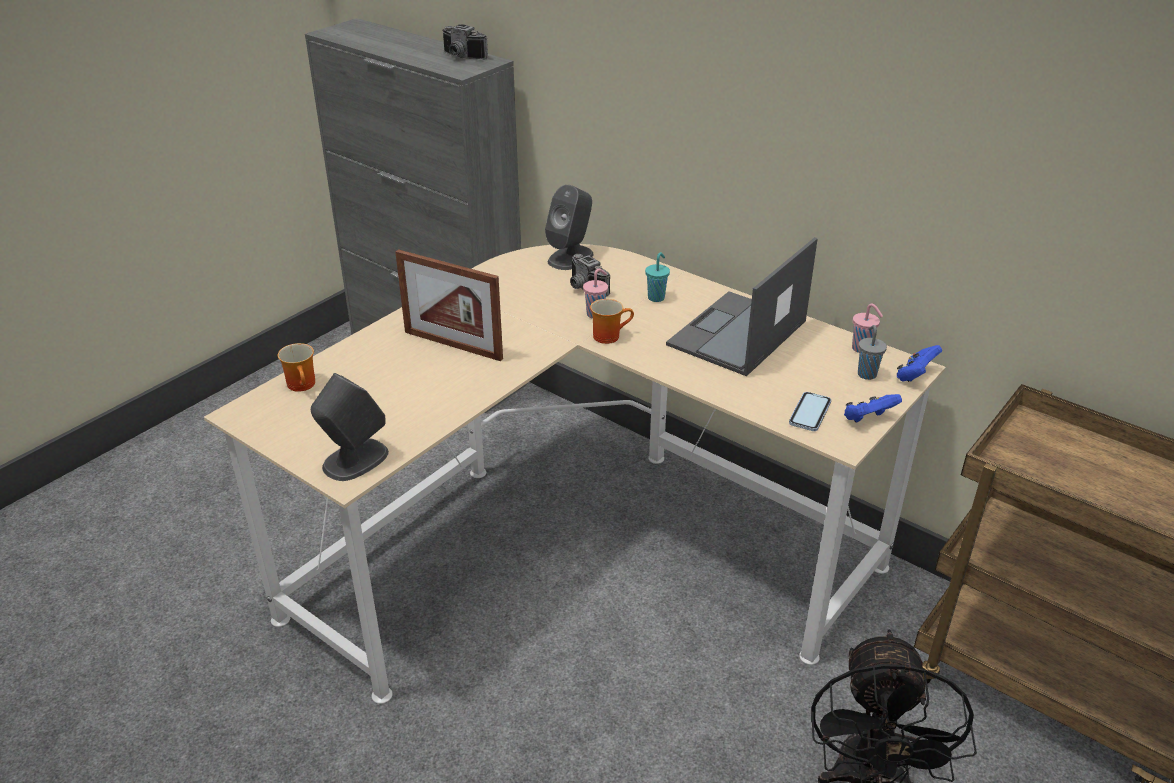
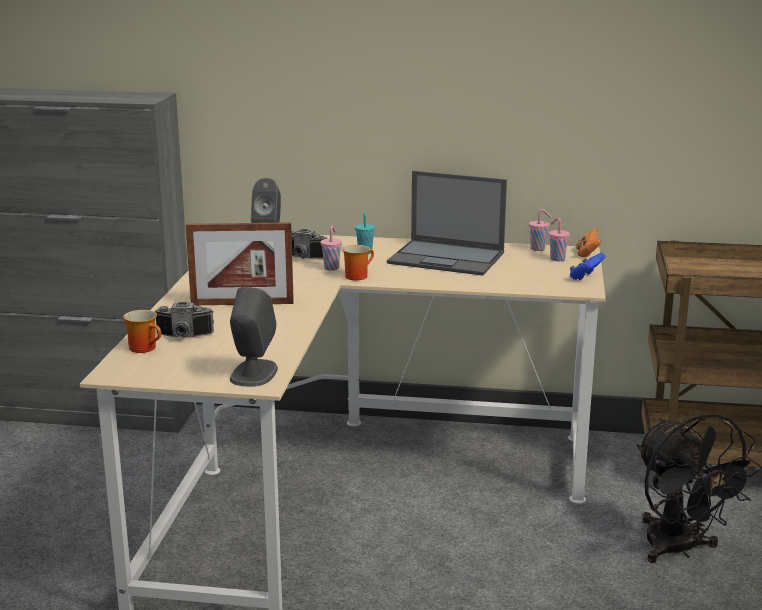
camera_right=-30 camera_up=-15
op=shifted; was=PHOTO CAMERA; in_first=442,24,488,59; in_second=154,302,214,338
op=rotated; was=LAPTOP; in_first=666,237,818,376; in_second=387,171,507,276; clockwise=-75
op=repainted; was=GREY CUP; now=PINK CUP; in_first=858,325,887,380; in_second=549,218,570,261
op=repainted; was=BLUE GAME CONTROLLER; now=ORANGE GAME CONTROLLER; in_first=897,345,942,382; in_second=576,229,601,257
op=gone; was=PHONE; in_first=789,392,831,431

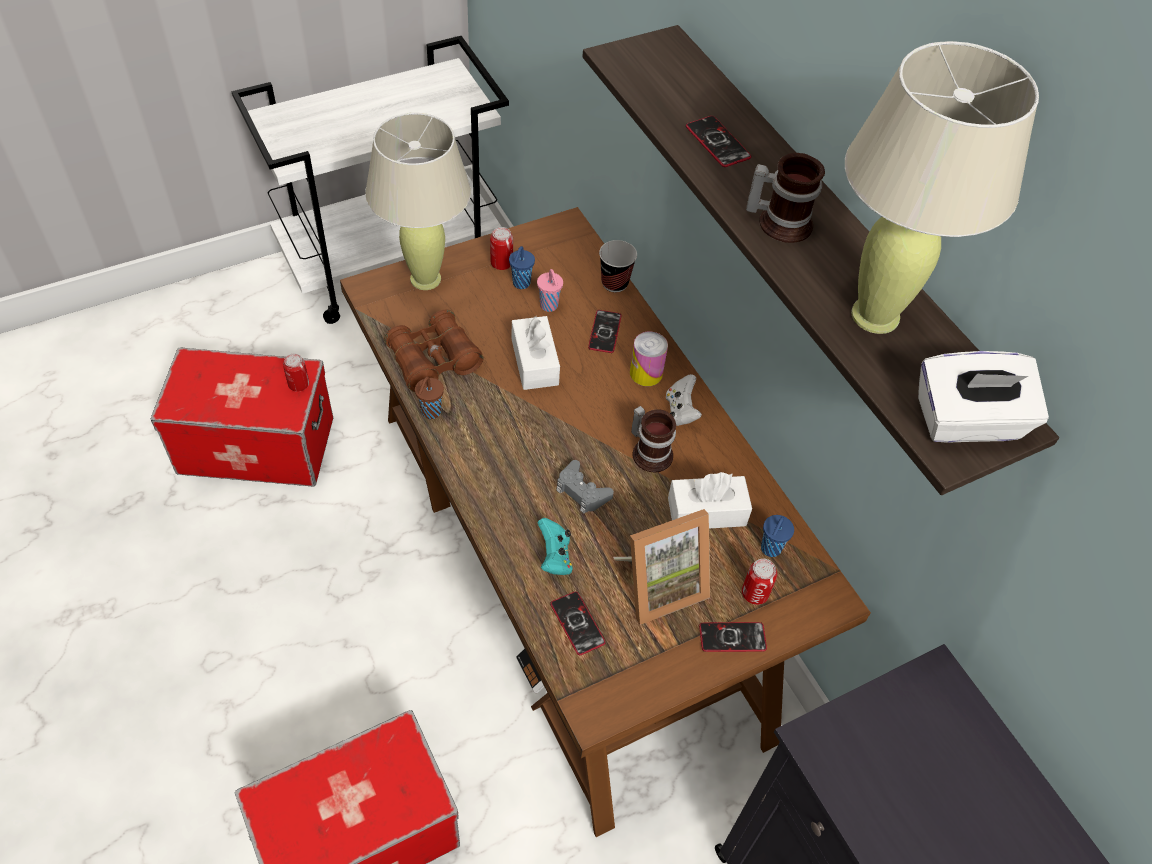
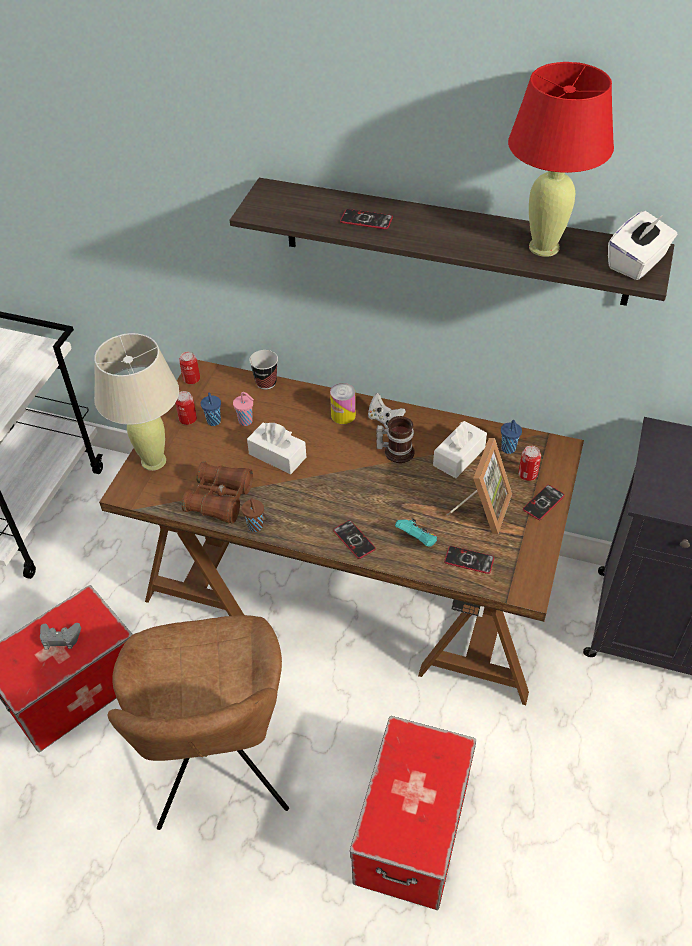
camera_right=-40 camera_up=-5
op=repainted; was=BEIGE TABLE LAMP; now=RED TABLE LAMP; in_first=845,41,1039,334; in_second=508,62,614,257
op=gone; was=MUG; in_first=746,153,825,243
op=shifted; was=PHONE; in_first=588,310,622,353; in_second=333,520,376,559
op=shifted; was=CAN; in_first=283,353,309,392; in_second=179,351,200,384
op=shifted; was=GREY GAME CONTROLLER; in_first=556,460,614,513; in_second=40,623,81,649
op=new; now=BROWN CHAIR; in_second=107,615,289,830

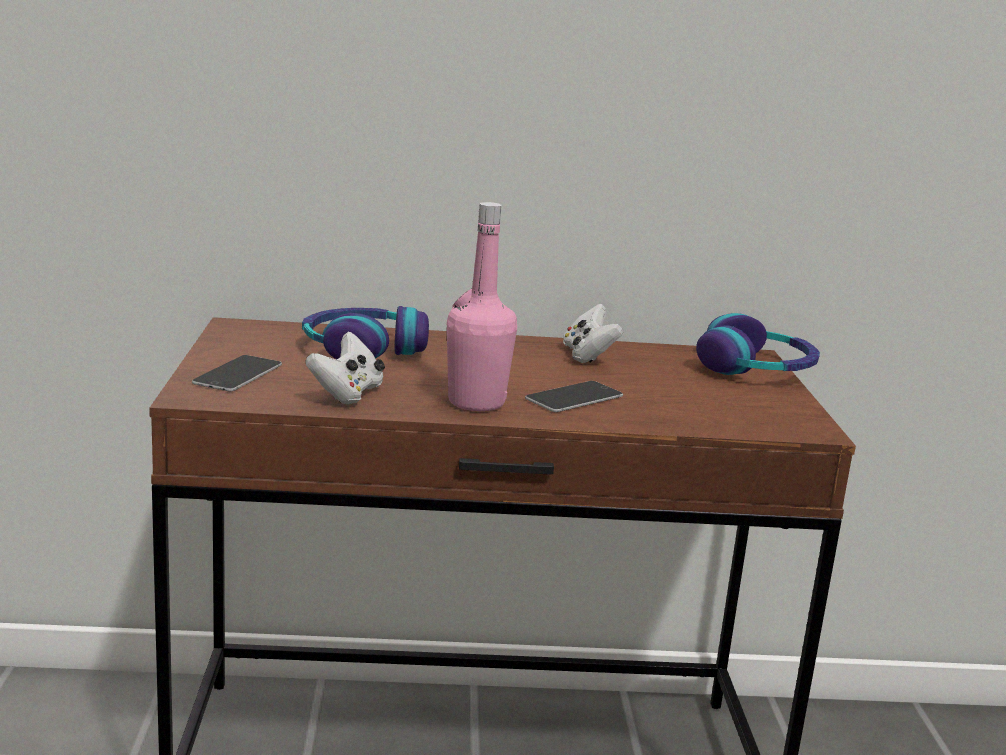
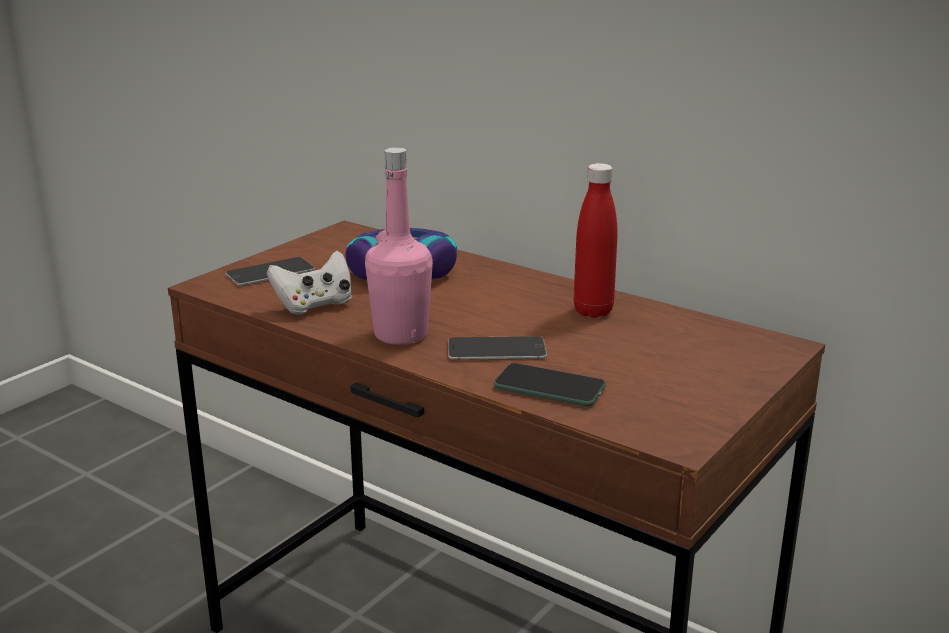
camera_right=40 camera_up=5
op=swapped; was=WHITE GAME CONTROLLER; now=RED BOTTLE; in_first=563,304,623,363; in_second=574,163,617,318
op=gone; was=HEADPHONES; in_first=696,313,820,375
op=new; now=PHONE; in_second=494,363,606,406

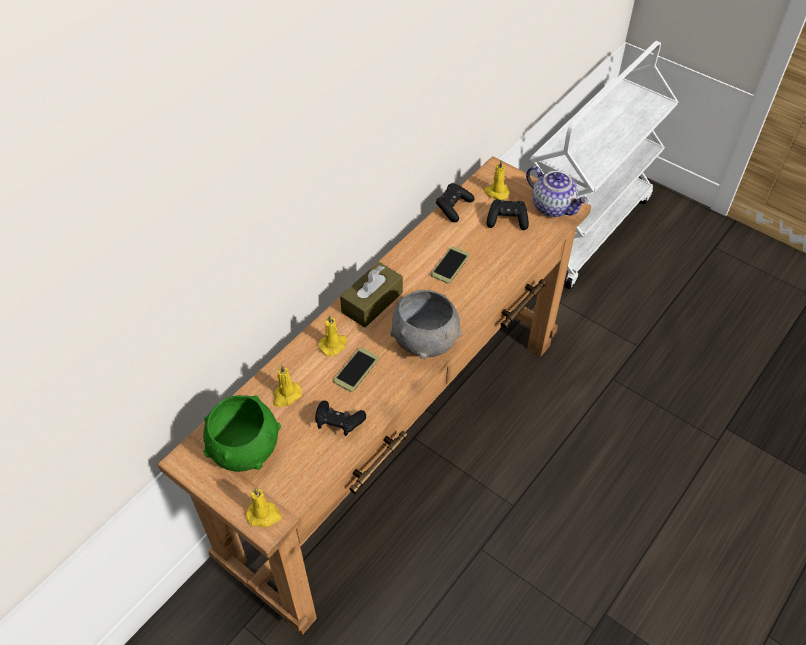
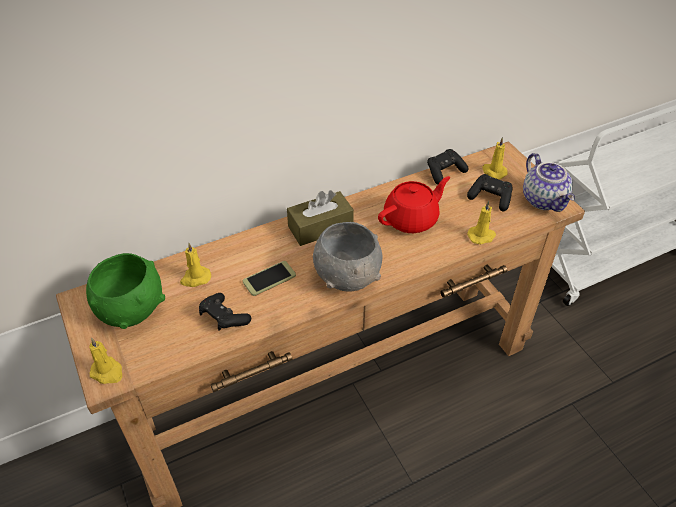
camera_right=25 camera_up=-5
op=swapped; was=PHONE; now=RED TEAPOT; in_first=431,246,470,284; in_second=378,176,450,233
op=shifted; was=YELLOW CANDLE; in_first=319,315,347,356; in_second=467,201,496,245

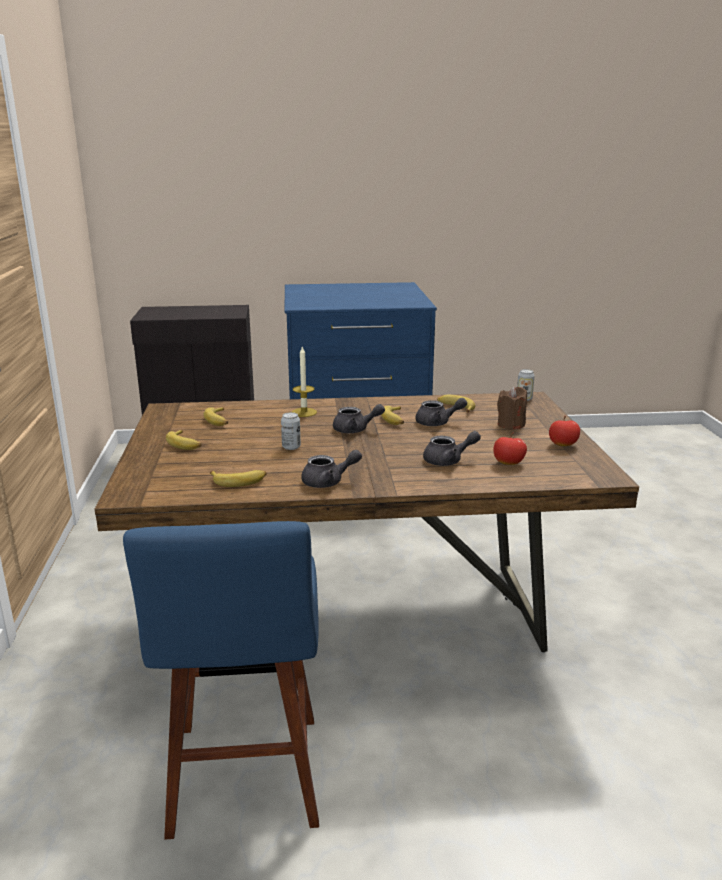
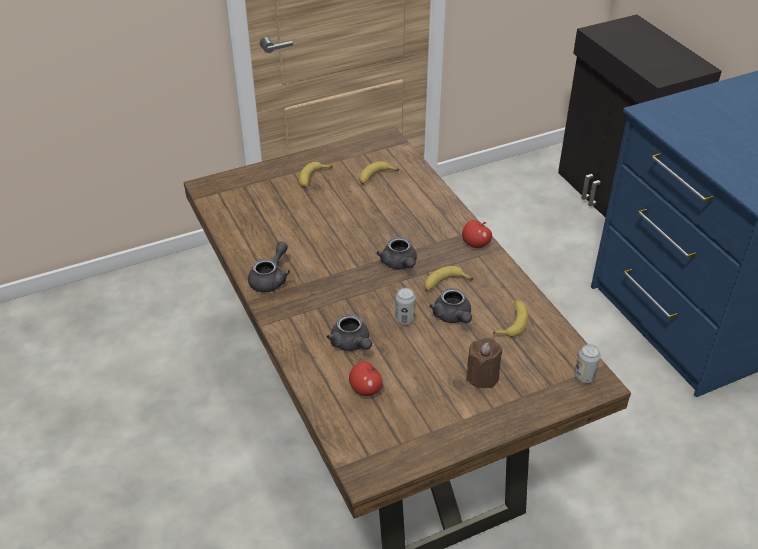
camera_right=70 camera_up=20
op=gone; was=CANDLE; in_first=292,347,317,417
op=shifted; was=CAN; in_first=281,412,301,450; in_second=395,288,416,325
op=shifted; was=APPLE; in_first=549,416,580,446; in_second=462,220,492,248
op=rotated; was=GREY TEAPOT; in_first=301,450,362,488; in_second=248,242,290,292; clockwise=-120
op=gone; was=BANANA; in_first=210,470,267,487
op=gone; was=BLUE STOOL; in_first=123,521,319,840

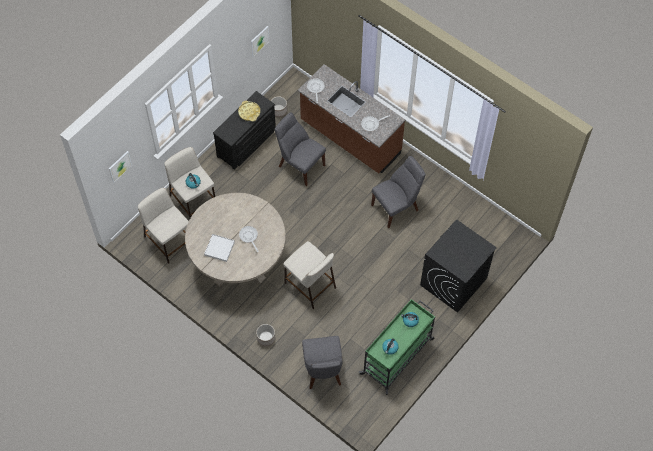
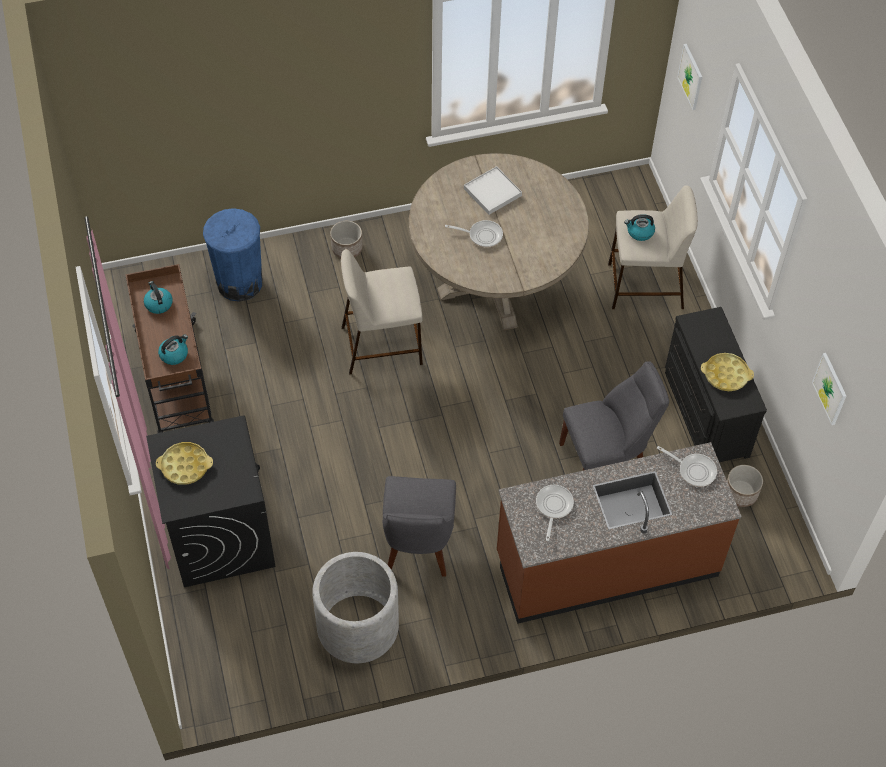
camera_right=125 camera_up=-5
op=gone; was=BEIGE STOOL; in_first=138,188,189,264
op=repainted; was=GREEN CART; now=BROWN CART; in_first=359,299,435,395; in_second=125,264,214,433
op=swapped; was=GREY CHAIR; now=BLUE TRASH CAN; in_first=302,336,342,389; in_second=203,208,263,302
op=new; now=YELLOW TRAY; in_second=156,442,213,485
op=new; now=GREY PLANTER; in_second=312,552,399,663

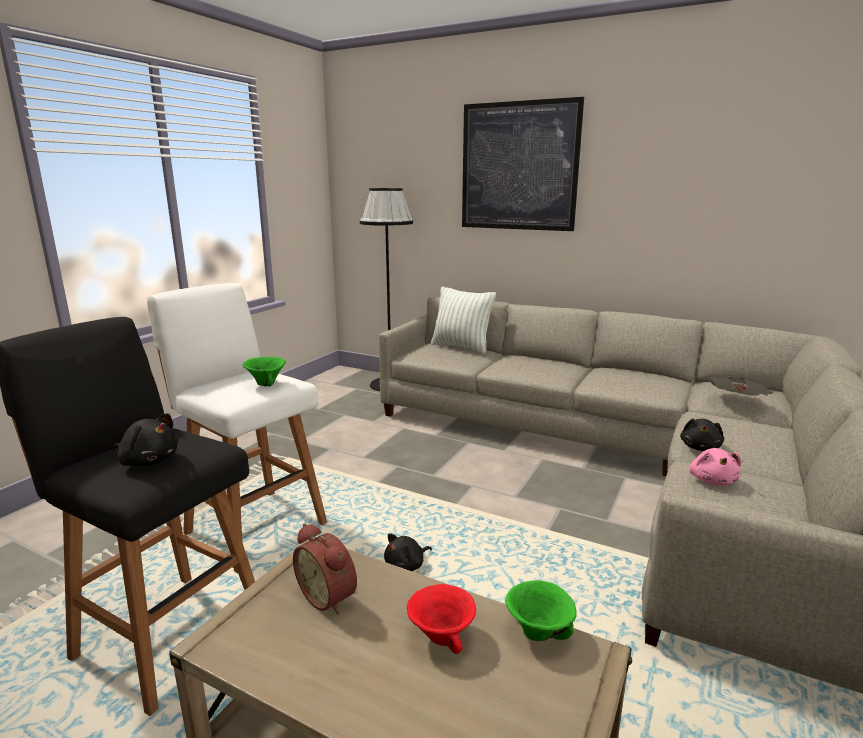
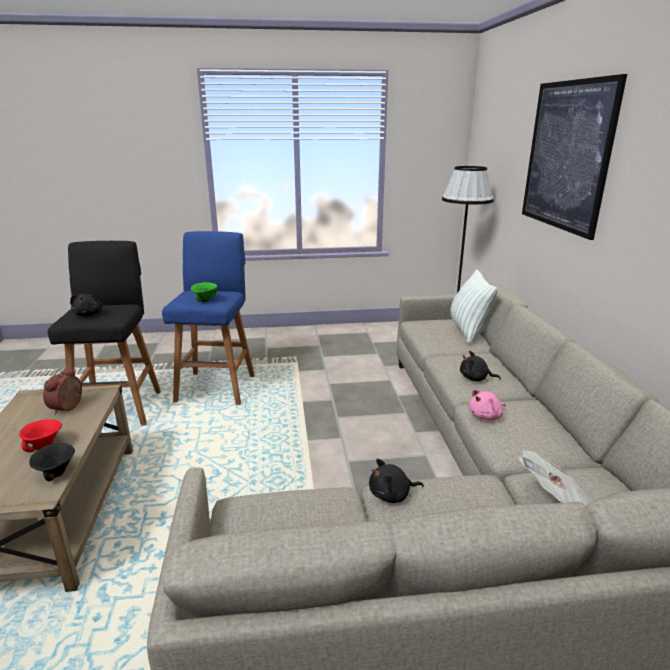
camera_right=55 camera_up=5
op=repainted; was=WHITE STOOL; now=BLUE STOOL; in_first=147,283,327,573; in_second=162,231,255,405
op=shifted; was=PINK PLUSH TOY; in_first=689,448,741,486; in_second=469,388,506,420
op=shifted; was=BLACK PLUSH TOY; in_first=384,534,432,571; in_second=460,351,501,382
op=repainted; was=GREEN BOWL; now=BLACK BOWL; in_first=505,580,577,641; in_second=29,443,75,481

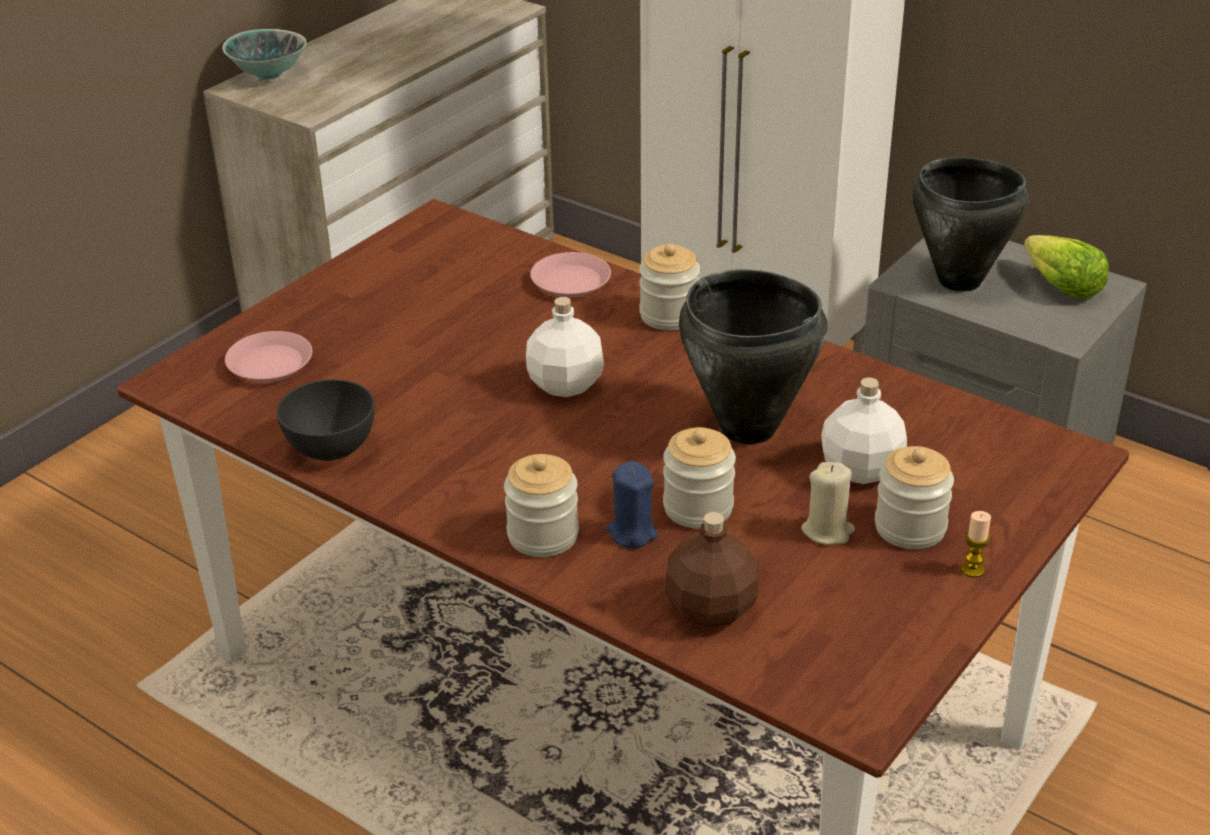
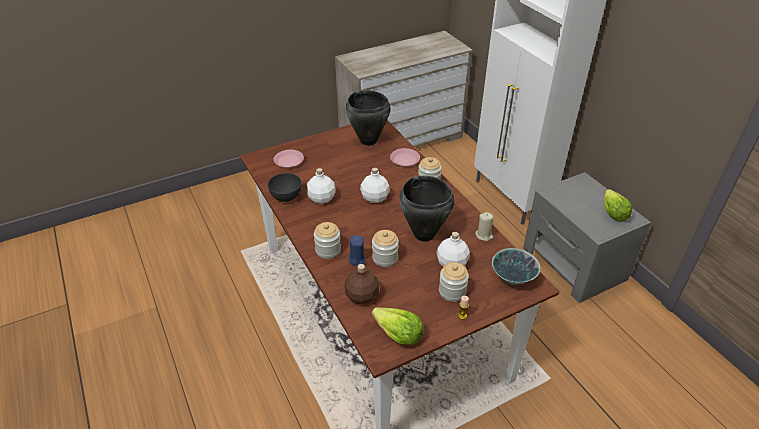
camera_right=25 camera_up=5
op=shifted; was=BOWL; in_first=222,29,307,82; in_second=492,248,540,285
op=shifted; was=BLACK COOKING POT; in_first=912,157,1029,292; in_second=346,90,391,146
op=shifted; was=BEIGE CANDLE; in_first=801,462,855,545; in_second=475,212,494,241
op=new; now=WHITE BOTTLE; in_second=307,168,335,204
op=new; now=LETTUCE; in_second=372,307,424,345

